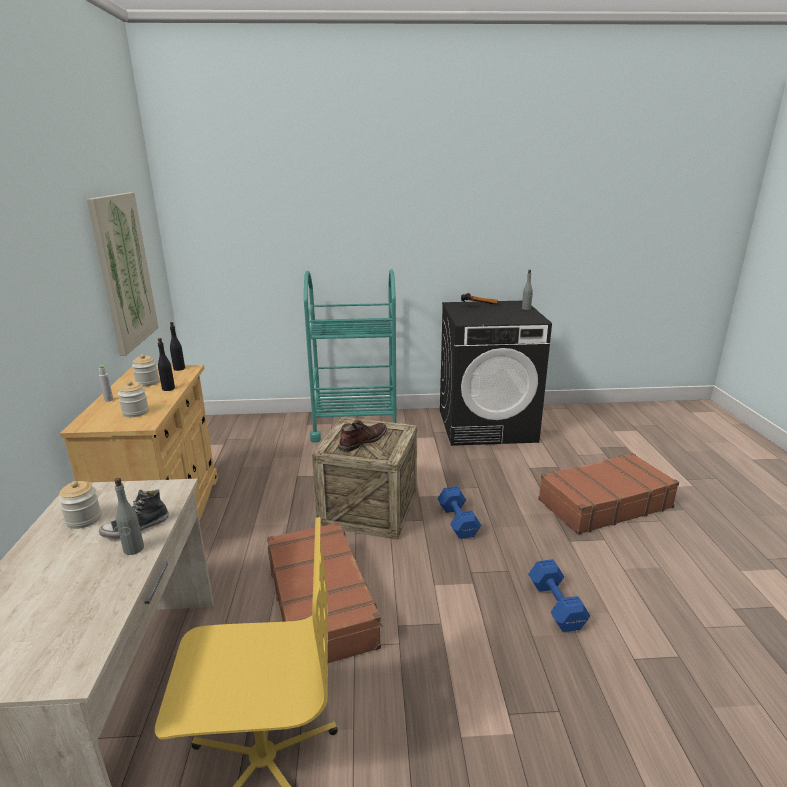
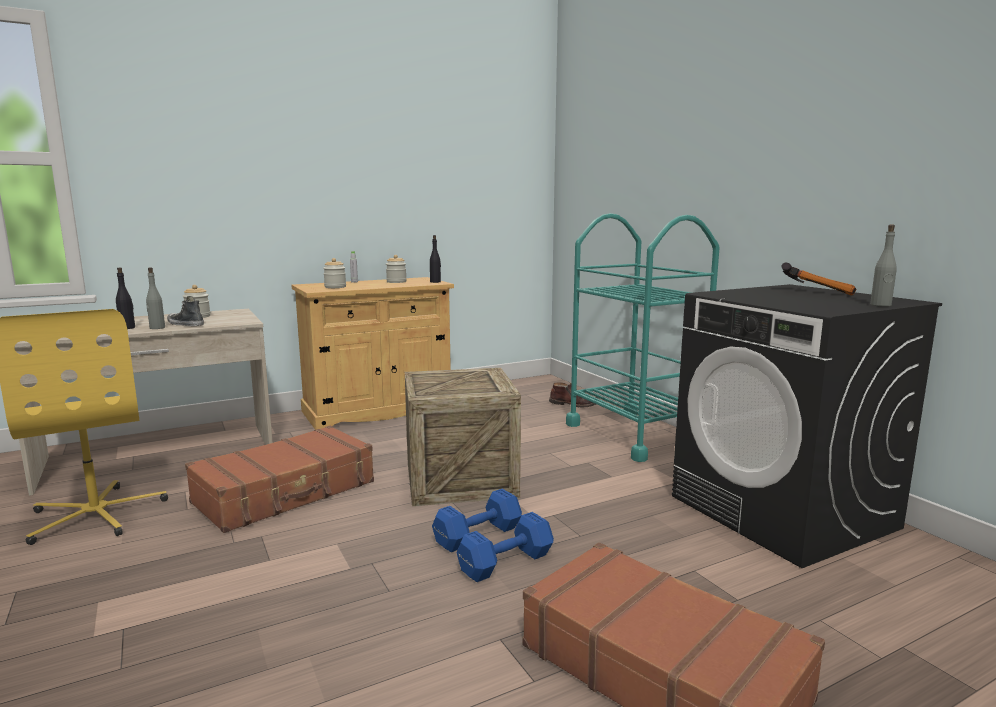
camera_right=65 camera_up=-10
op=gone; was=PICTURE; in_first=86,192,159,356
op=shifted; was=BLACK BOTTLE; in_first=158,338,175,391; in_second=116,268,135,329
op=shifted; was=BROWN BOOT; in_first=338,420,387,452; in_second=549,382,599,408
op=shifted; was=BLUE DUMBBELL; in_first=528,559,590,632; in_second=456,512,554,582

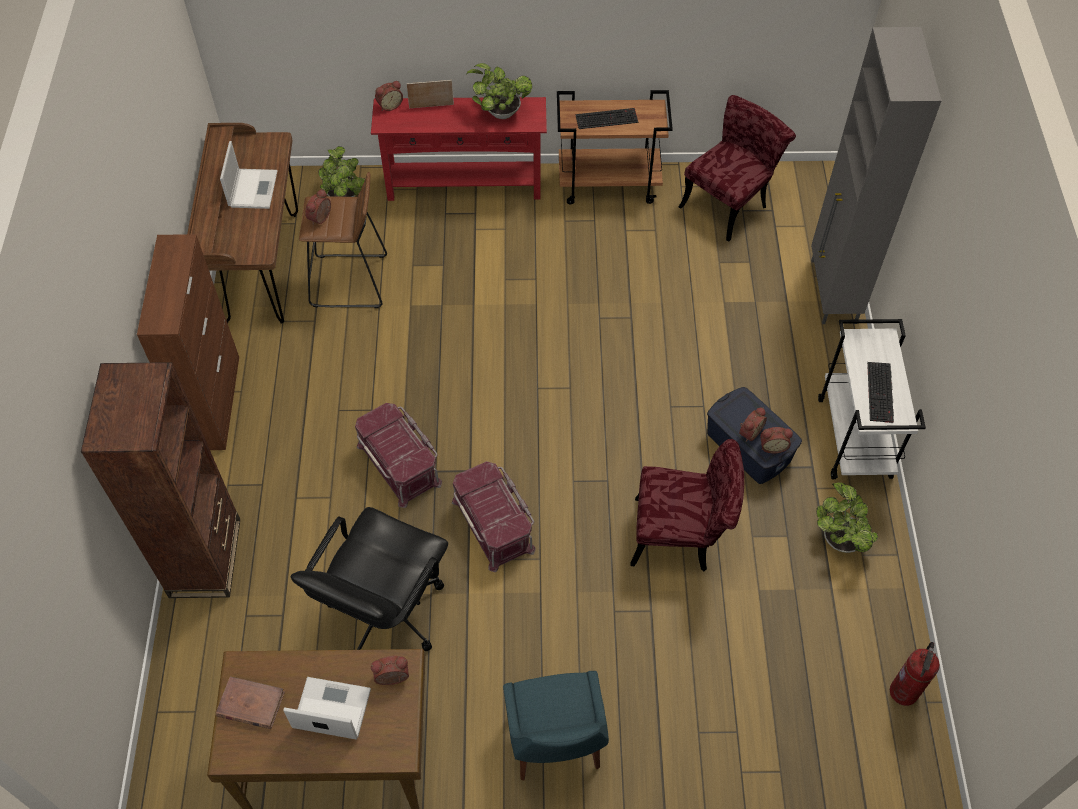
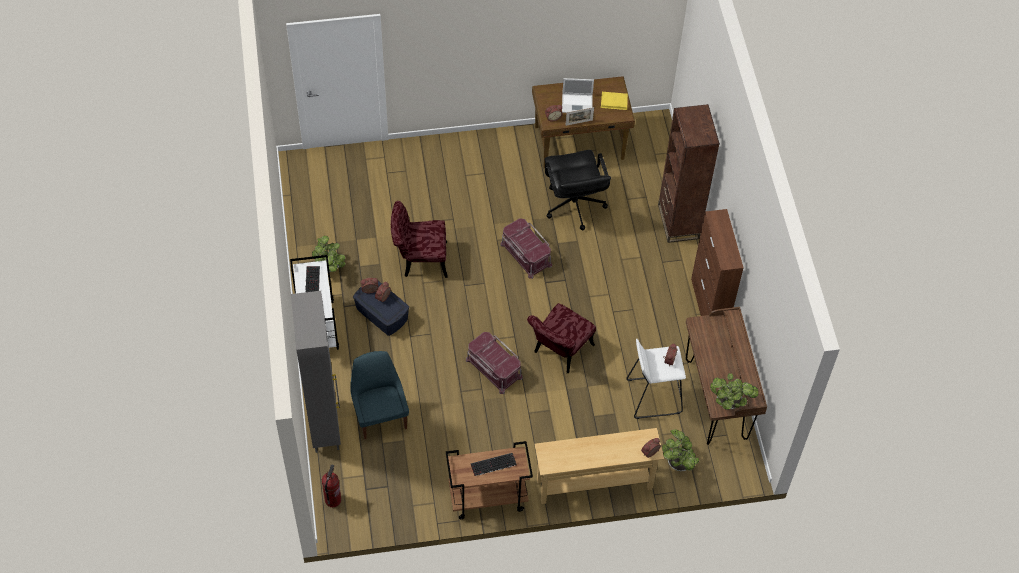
camera_right=170 camera_up=0
op=shifted; was=POTTED PLANT; in_first=466,63,532,119; in_second=710,373,759,410
op=shifted; was=PICTURE FRAME; in_first=406,80,454,108; in_second=566,107,594,126
op=shifted; was=RED CHAIR; in_first=679,95,796,242; in_second=527,303,596,373
op=repainted; was=RED CONSOLE TABLE; now=BEIGE CONSOLE TABLE; in_first=371,97,547,201; in_second=535,428,664,504
op=gone; was=LAPTOP; in_first=220,141,278,209
op=repainted; was=BROWN STOOL; now=WHITE STOOL; in_first=299,172,387,308; in_second=626,339,686,419
op=shifted; was=RED STORAGE BOX; in_first=355,403,442,508; in_second=466,332,523,394
op=rotated; was=BLACK OFFICE CHAIR; in_first=290,507,448,651; in_second=545,150,611,230; clockwise=150
op=shifted; was=FIRE EXTINGUISHER; in_first=890,642,940,706; in_second=322,464,341,507
op=shifted; was=BLUE CHAIR; in_first=503,671,609,780; in_second=350,351,409,440
op=repainted; was=BROWN BOOK; now=YELLOW BOOK; in_first=216,676,285,729; in_second=601,92,628,110

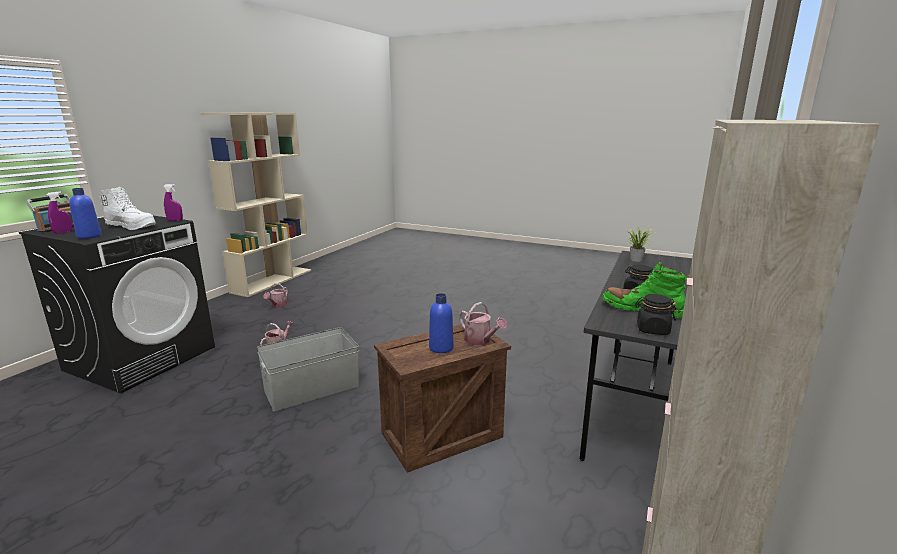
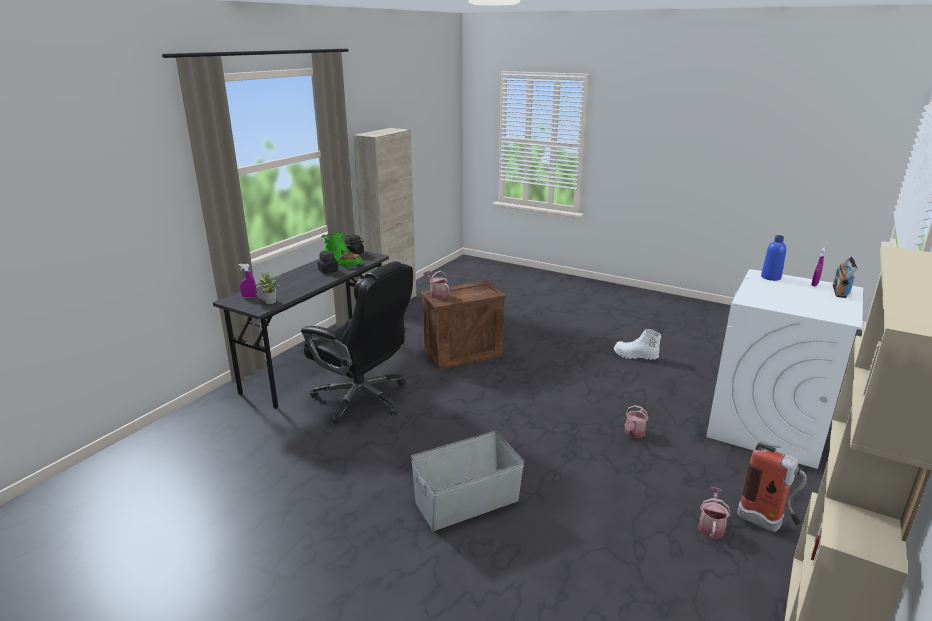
camera_right=-175 camera_up=5
op=shifted; was=PURPLE SPRAY BOTTLE; in_first=163,184,183,221; in_second=238,264,257,298
op=shifted; was=WHITE BOOT; in_first=99,187,156,230; in_second=614,329,661,360
op=repainted; was=BLACK WASHING MACHINE; now=WHITE WASHING MACHINE; in_first=19,216,215,393; in_second=706,269,863,469
op=gone; was=BLUE BOTTLE; in_first=429,293,454,353
op=shifted; was=GREY STORAGE BOX; in_first=257,327,359,411; in_second=411,431,524,531
op=new; now=BLACK OFFICE CHAIR; in_second=301,261,413,424
op=new; now=FIRE EXTINGUISHER; in_second=737,440,807,532

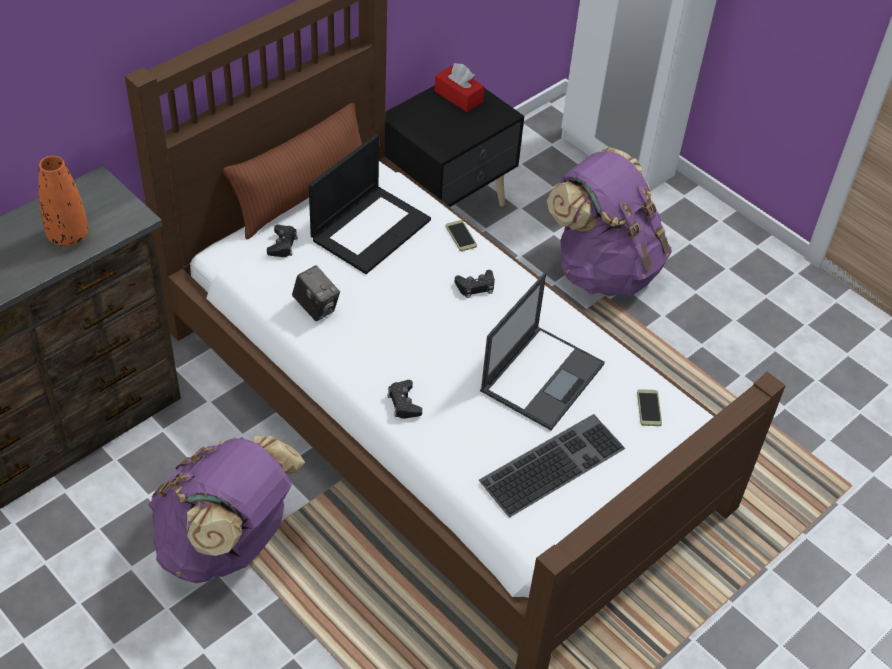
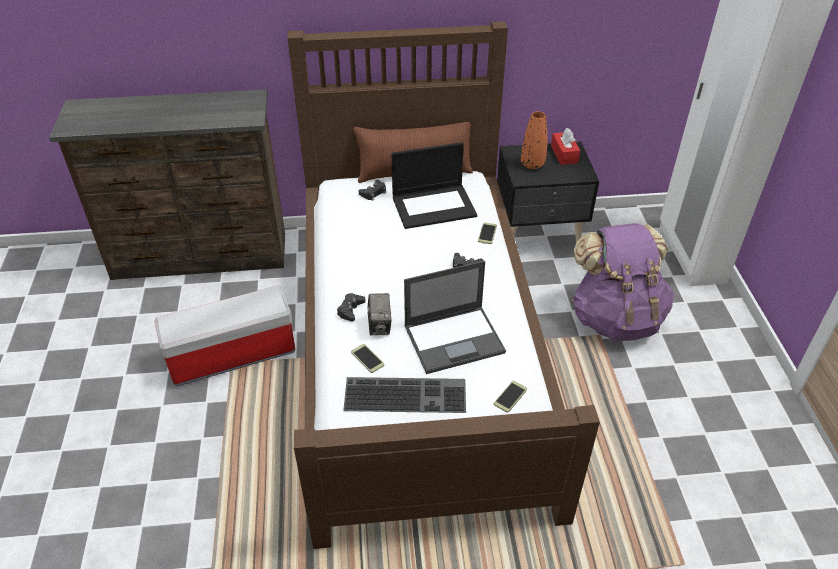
camera_right=40 camera_up=-5
op=shifted; was=ORANGE VASE; in_first=38,156,88,246; in_second=521,111,547,169
op=shifted; was=PHOTO CAMERA; in_first=292,265,340,321; in_second=367,293,392,335
op=swapped; was=PURPLE BACKPACK; now=STORAGE BOX; in_first=148,436,305,583; in_second=154,285,295,386
op=new; now=PHONE; in_second=351,344,384,373

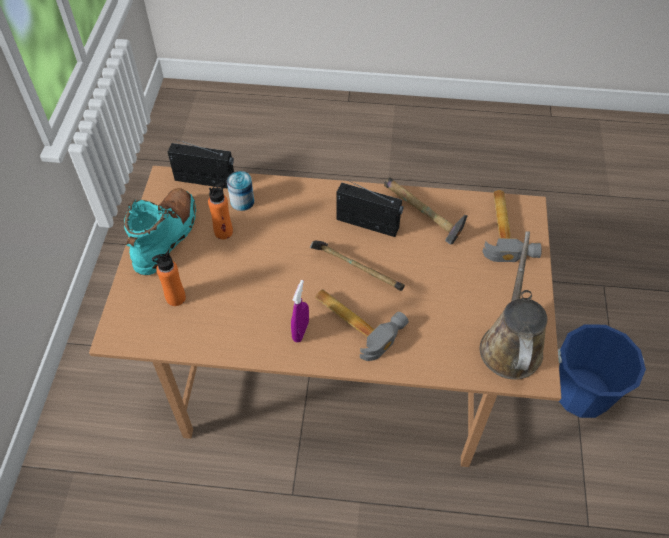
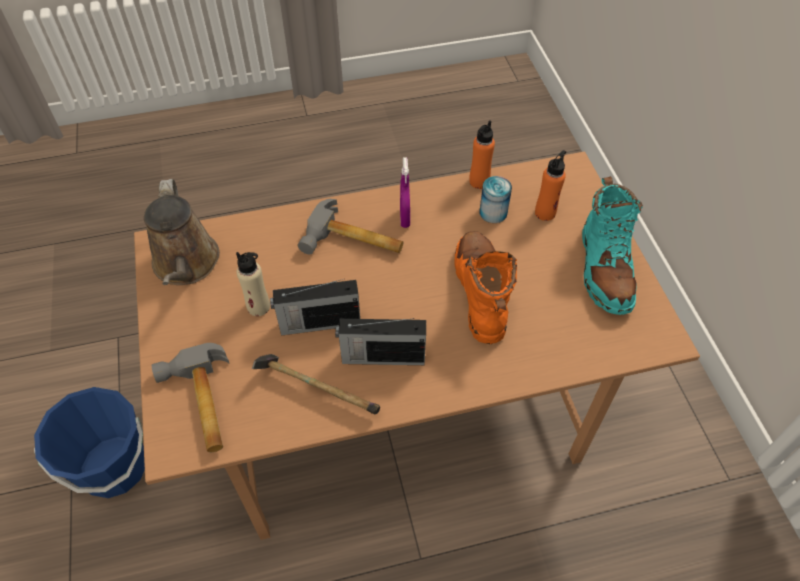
camera_right=160 camera_up=0
op=shifted; was=RADIO; in_first=168,140,234,189; in_second=270,279,360,336
op=shifted; was=CAN; in_first=227,171,254,211; in_second=479,176,512,223
op=shifted; was=ORANGE BOTTLE; in_first=208,182,233,239; in_second=469,120,495,189
op=gone; was=HAMMER; in_first=310,241,405,291
op=new; now=ORANGE BOOT; in_second=454,231,517,344
op=new; now=BEIGE BOTTLE; in_second=236,252,270,316

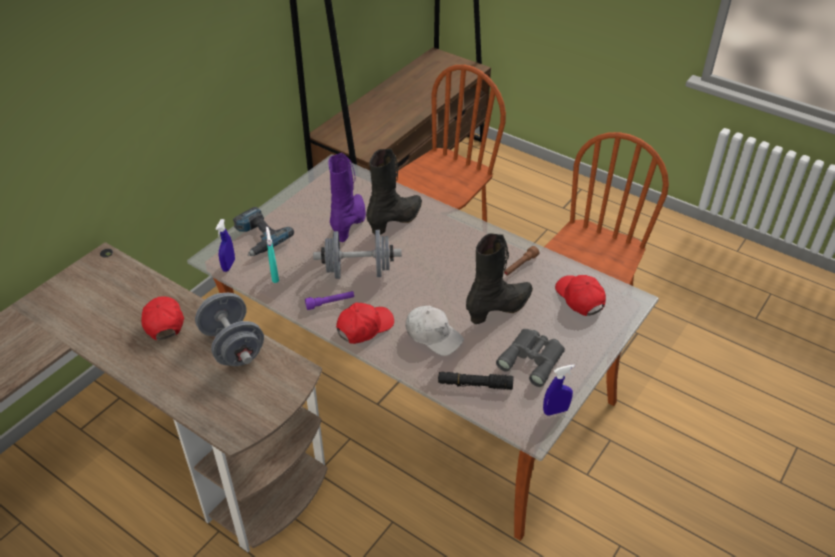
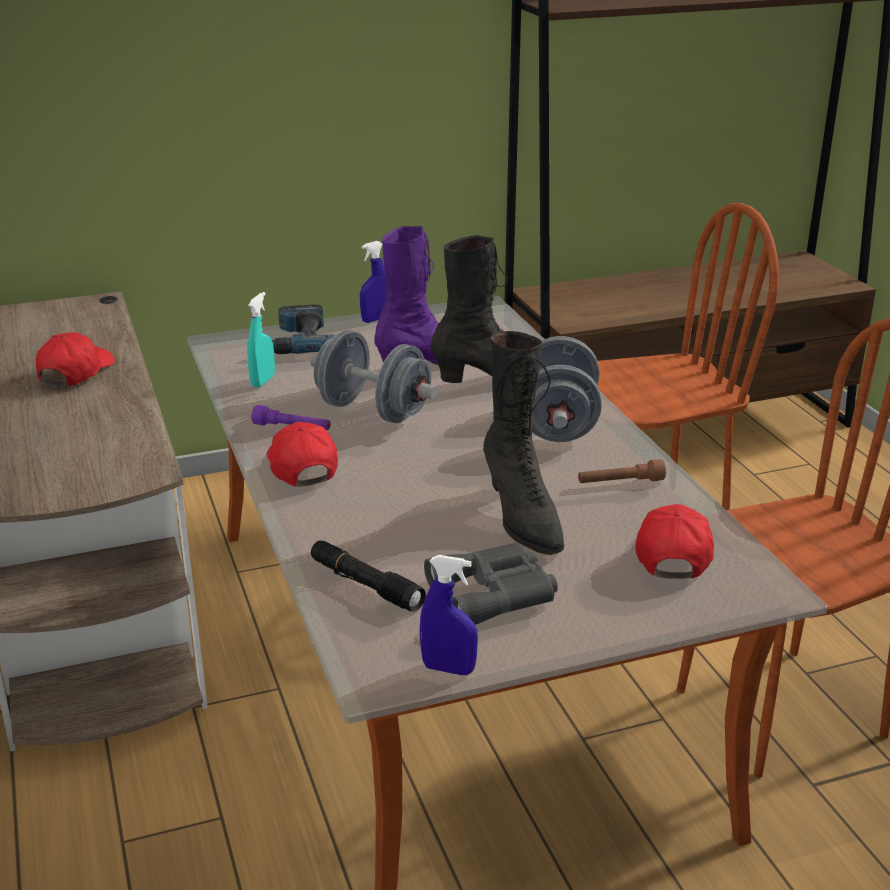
camera_right=35 camera_up=-15
op=shifted; was=BLUE SPRAY BOTTLE; in_first=216,219,235,272; in_second=360,241,386,323
op=rotated; was=BLACK BOOT; in_first=466,234,533,324; in_second=483,331,564,555; clockwise=75
op=shifted; was=GREY DUMBBELL; in_first=195,293,264,366; in_second=532,336,602,442
op=rotated; was=RED CAP; in_first=336,303,394,344; in_second=267,422,338,487; clockwise=-105
op=gone; was=WHITE CAP; in_first=405,306,464,356

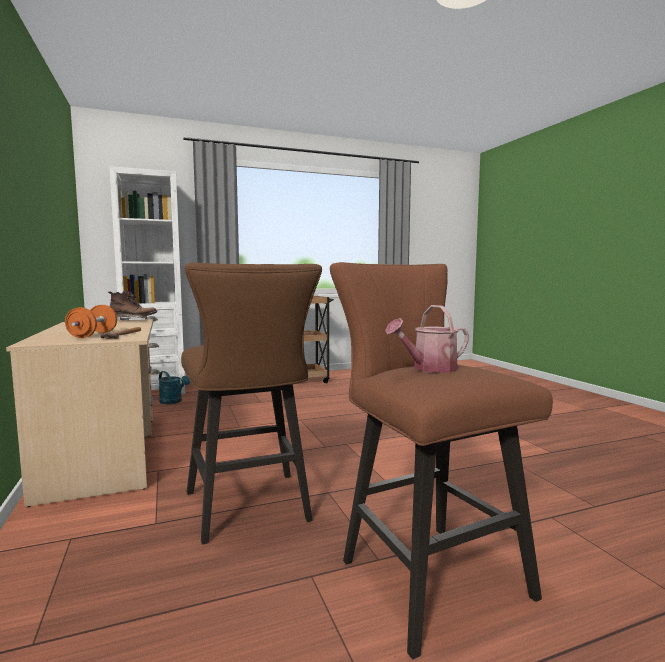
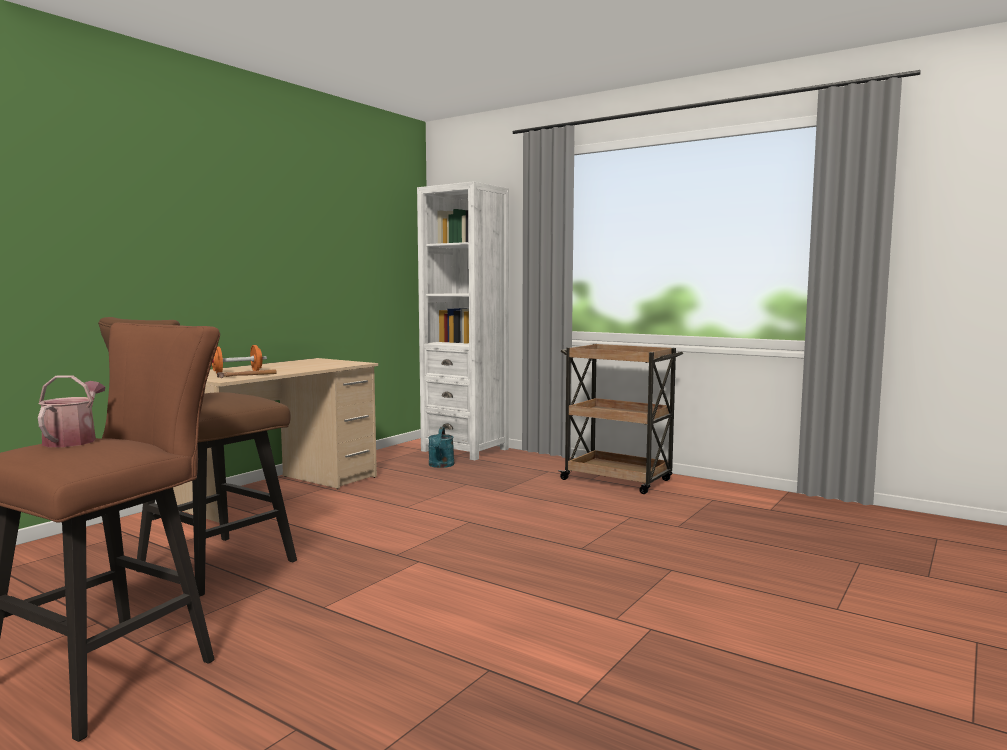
camera_right=55 camera_up=0
op=gone; was=BROWN BOOT; in_first=108,291,157,321
op=rotated; was=WATERING CAN; in_first=385,305,469,373; in_second=38,375,105,447; clockwise=60

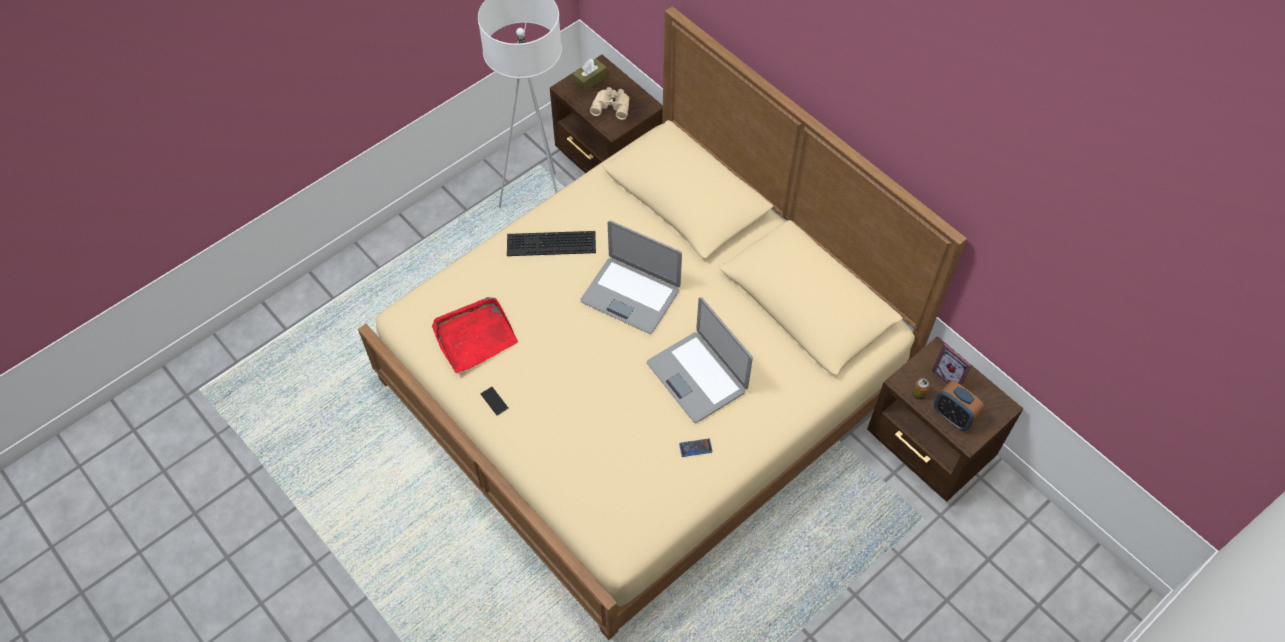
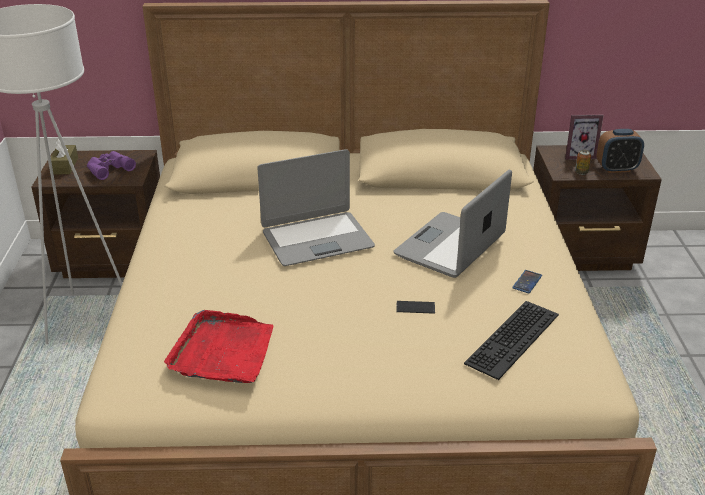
camera_right=-50 camera_up=-25
op=repainted; was=BEIGE BINOCULARS; now=PURPLE BINOCULARS; in_first=590,87,630,120; in_second=87,151,136,180
op=shifted; was=KEYBOARD; in_first=507,231,596,256; in_second=464,301,559,380
op=rotated; was=LAPTOP; in_first=647,297,753,423; in_second=394,170,512,278; clockwise=120
op=shifted; was=PHONE; in_first=480,387,508,415; in_second=396,301,435,314

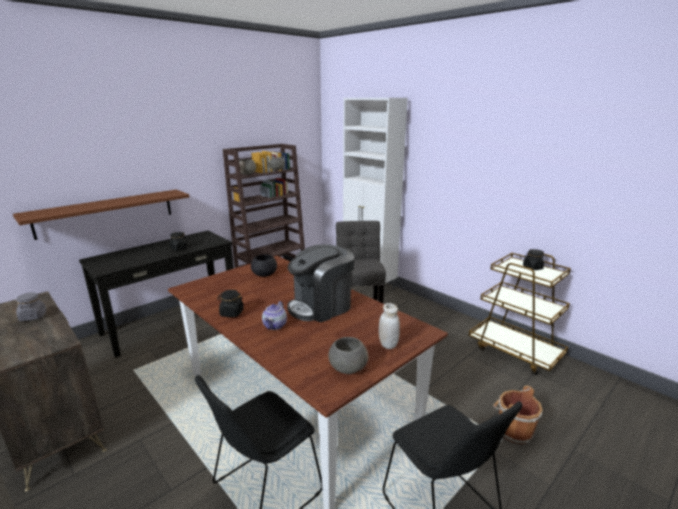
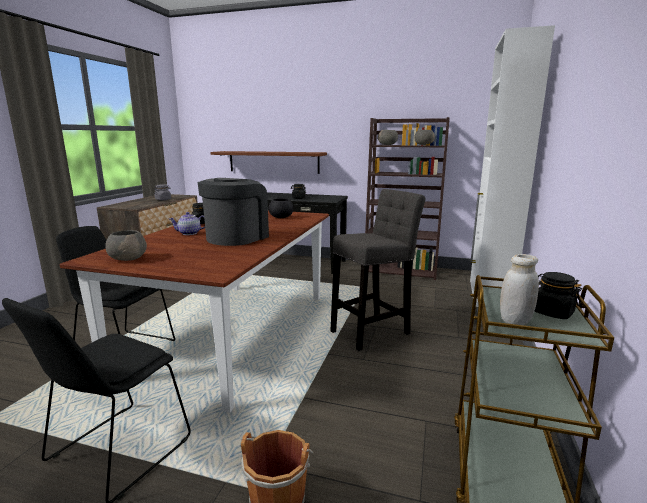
camera_right=60 camera_up=-5
op=rotated; was=COFFEE MACHINE; in_first=287,244,355,322; in_second=198,178,269,246; clockwise=90
op=shifted; was=WHITE JAR; in_first=379,303,400,349; in_second=500,254,539,325

